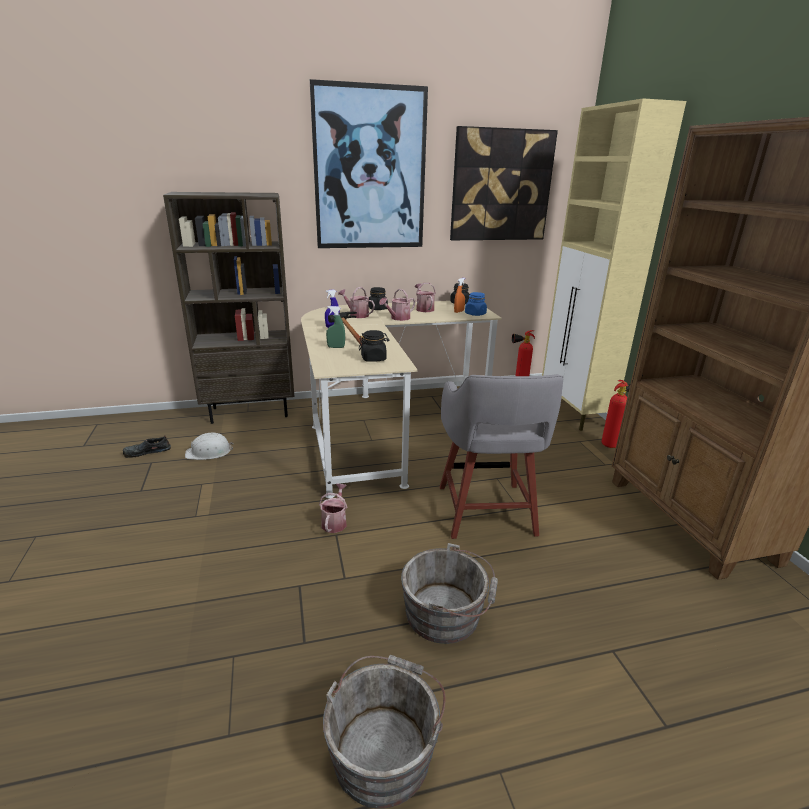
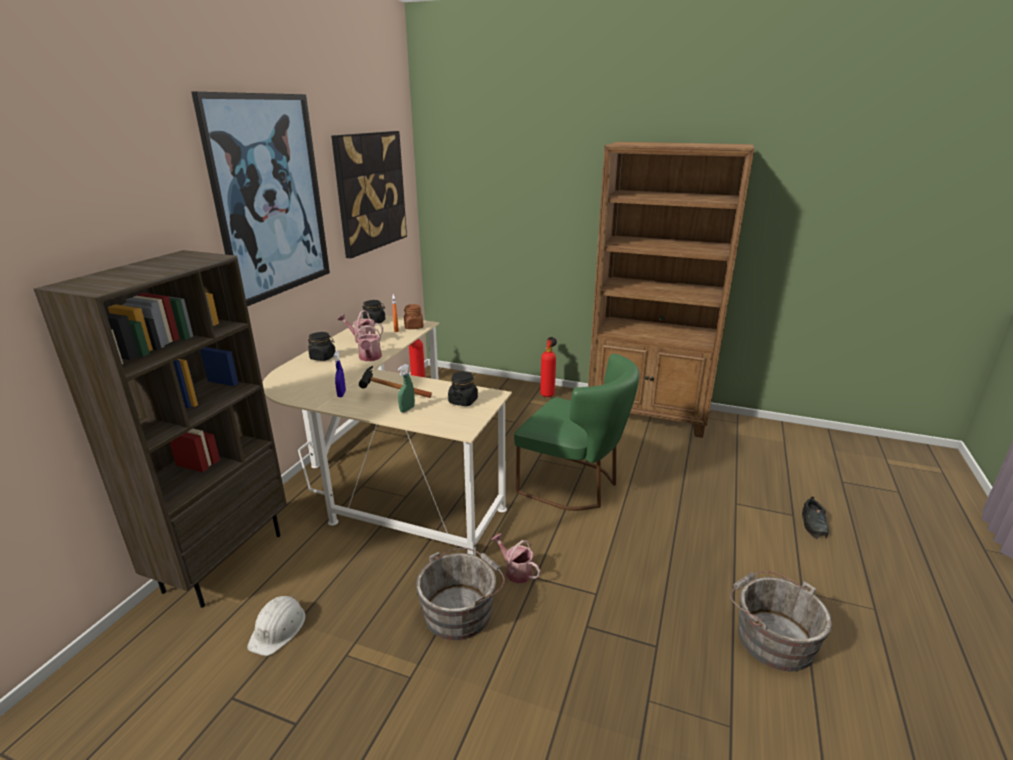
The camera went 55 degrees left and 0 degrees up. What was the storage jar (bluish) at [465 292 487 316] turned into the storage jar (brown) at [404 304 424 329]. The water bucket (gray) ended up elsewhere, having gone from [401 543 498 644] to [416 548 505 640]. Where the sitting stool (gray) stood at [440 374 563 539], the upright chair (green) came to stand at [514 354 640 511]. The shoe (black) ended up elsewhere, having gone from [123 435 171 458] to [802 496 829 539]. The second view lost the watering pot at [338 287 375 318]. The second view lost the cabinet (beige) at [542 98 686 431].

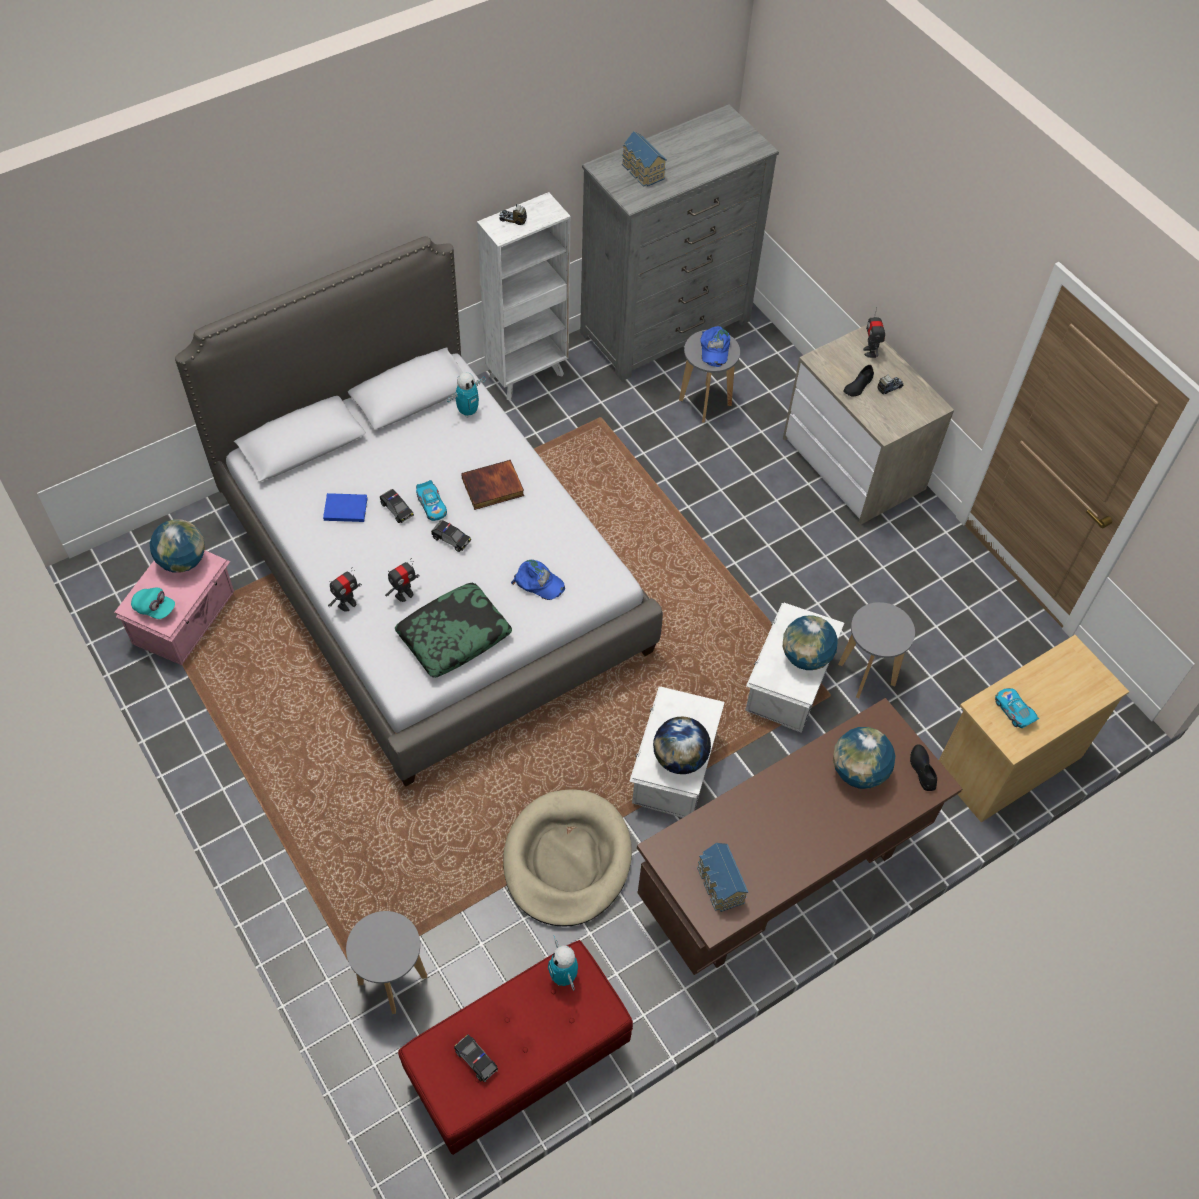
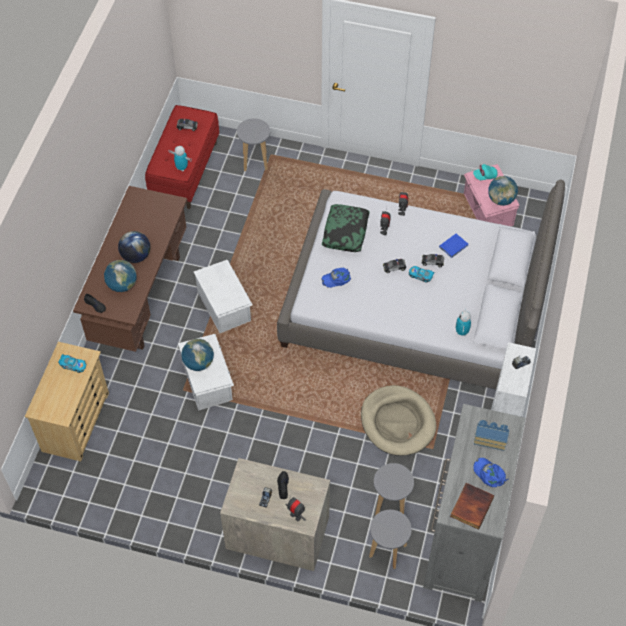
The camera went 140 degrees right and 0 degrees up. The desk globe ended up elsewhere, having gone from [653 717 711 774] to [118 231 150 263]. The dog cushion (beige) ended up elsewhere, having gone from [503 789 632 926] to [361 385 436 456]. The sitting stool (gray) ended up elsewhere, having gone from [838 602 915 699] to [369 510 412 569]. The bound book ended up elsewhere, having gone from [461 460 524 510] to [450 483 494 530]. The cap (bluish) ended up elsewhere, having gone from [700 326 730 367] to [473 458 508 487]. The second view lost the toy house at [697 843 748 912].

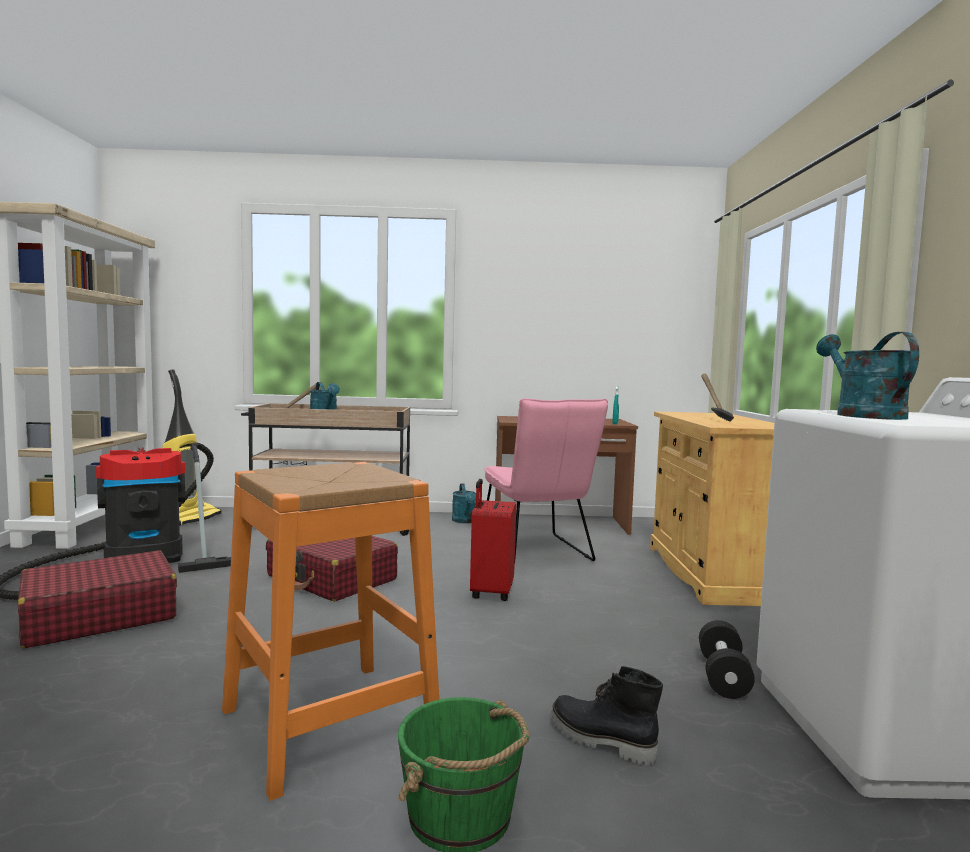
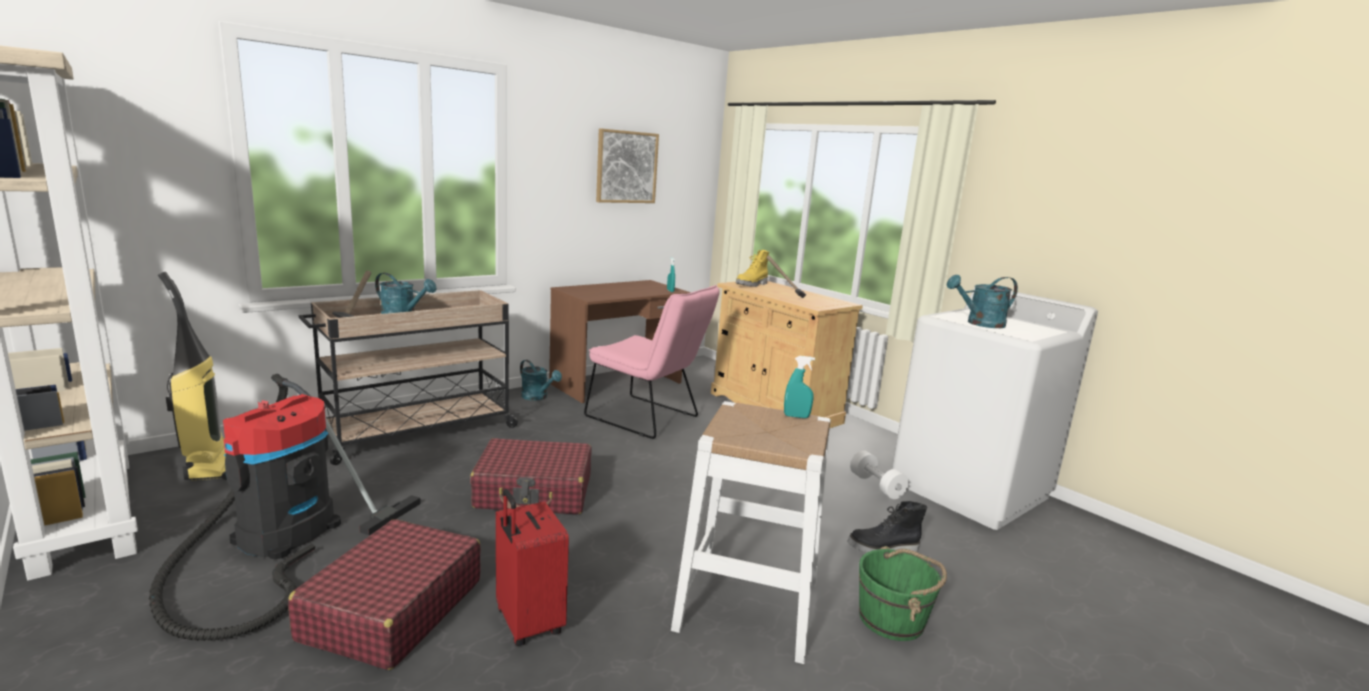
The camera went 40 degrees left and 10 degrees up. The piece of luggage (reddish) ended up elsewhere, having gone from [470 479 516 601] to [496 489 569 646]. The second view gained the wall picture at [596 128 659 203]. What was the sitting stool (orange) at [222 462 439 801] turned into the sitting stool (white-coloured) at [671 401 831 664]. The second view gained the boot (yellowish) at [736 250 769 287]. The second view gained the hand sprayer (blue-green) at [784 356 815 418]. What was the dumbbell (black) at [699 620 755 699] turned into the dumbbell (white-coloured) at [850 450 909 499]. The watering pot (blue-green) at [816 332 919 420] ended up facing another way, 60 degrees counterclockwise from before.

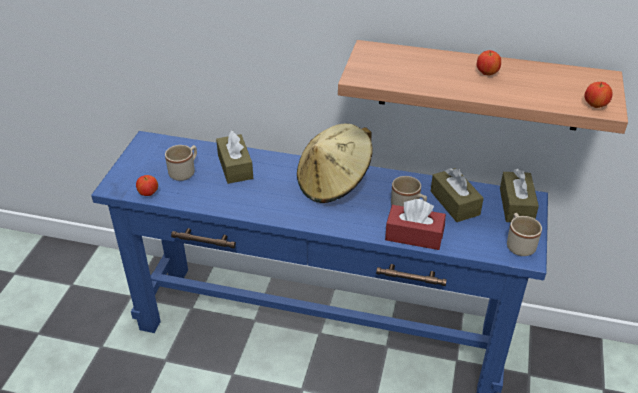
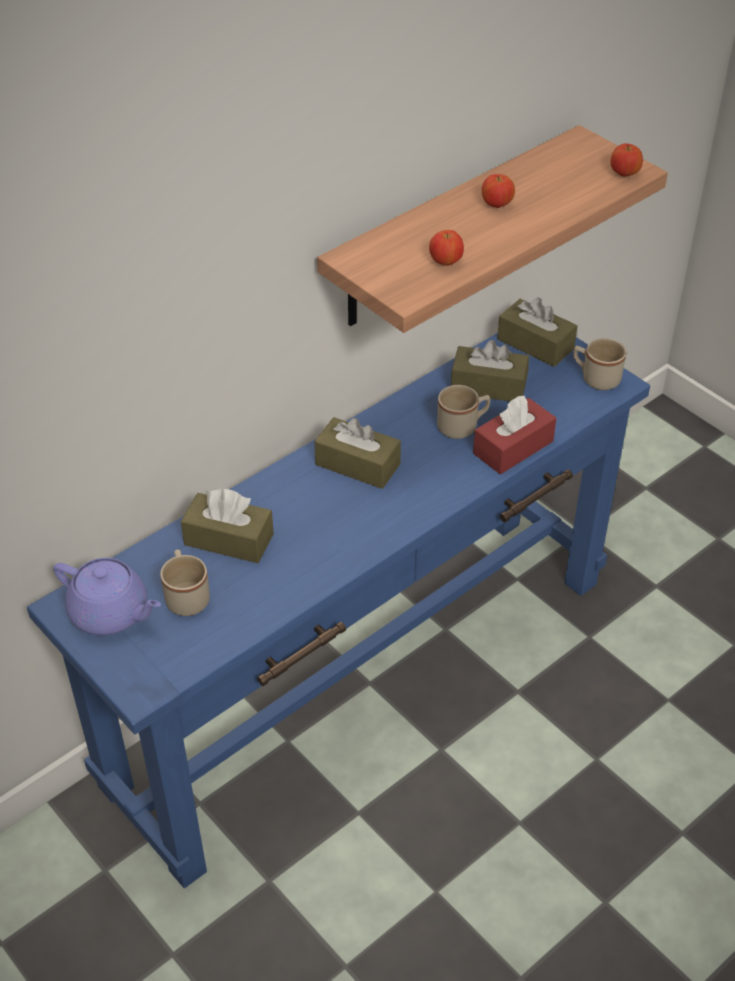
The camera went 55 degrees left and 5 degrees up. The second view gained the tea pot (purple) at [53 558 161 635]. Where the hat (beige) stood at [297 124 373 203], the tissue box (brown) came to stand at [315 417 401 489]. The whole apple ended up elsewhere, having gone from [136 175 158 196] to [429 230 464 266].

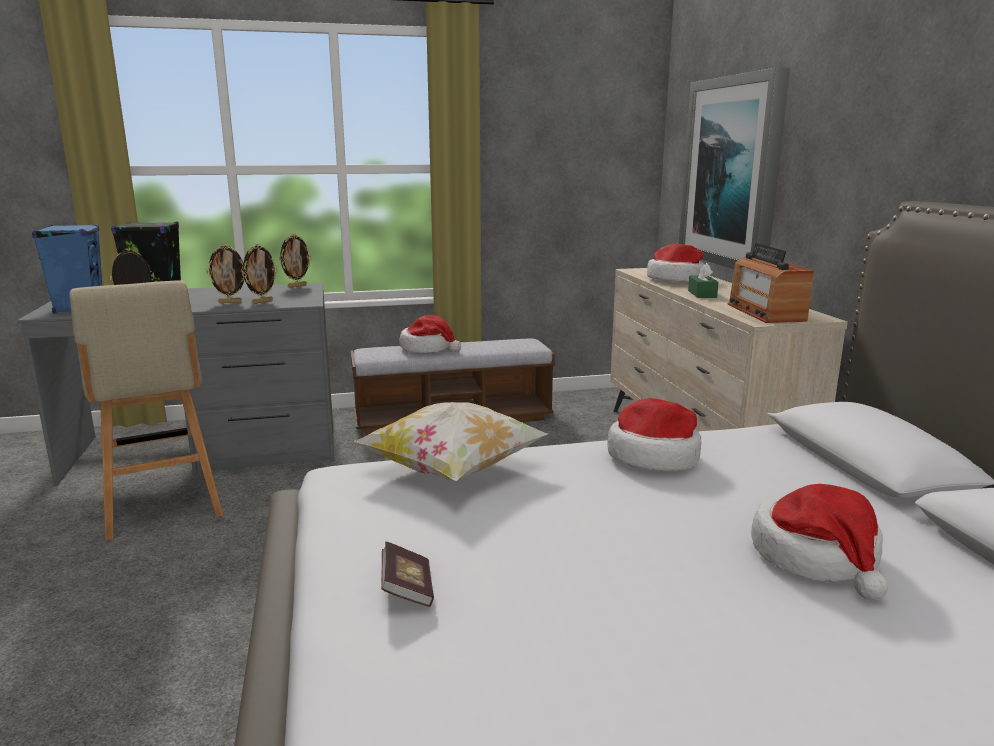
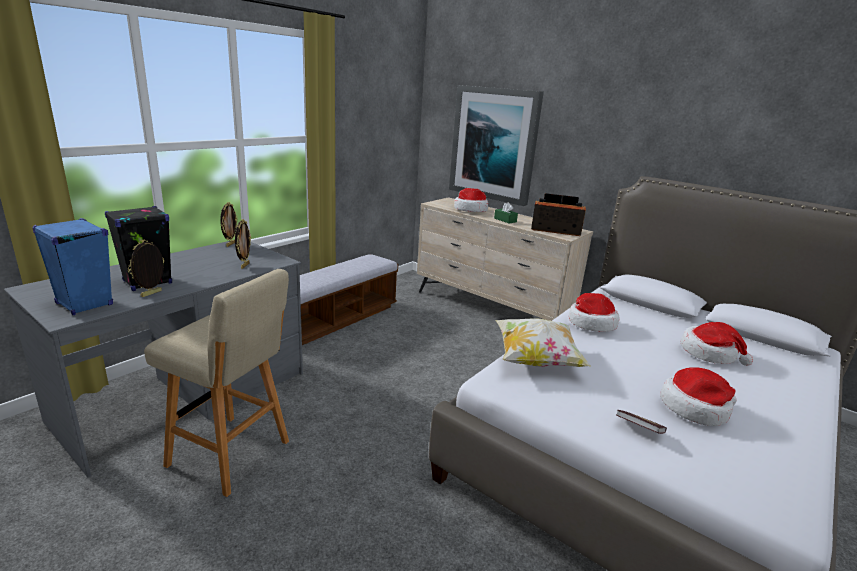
The camera went 40 degrees left and 5 degrees up. The radio set at [728 243 814 323] ended up facing another way, 150 degrees clockwise from before. The hat ended up elsewhere, having gone from [399 315 461 353] to [660 367 737 426]. The second view lost the standing frame at [206 244 245 303].

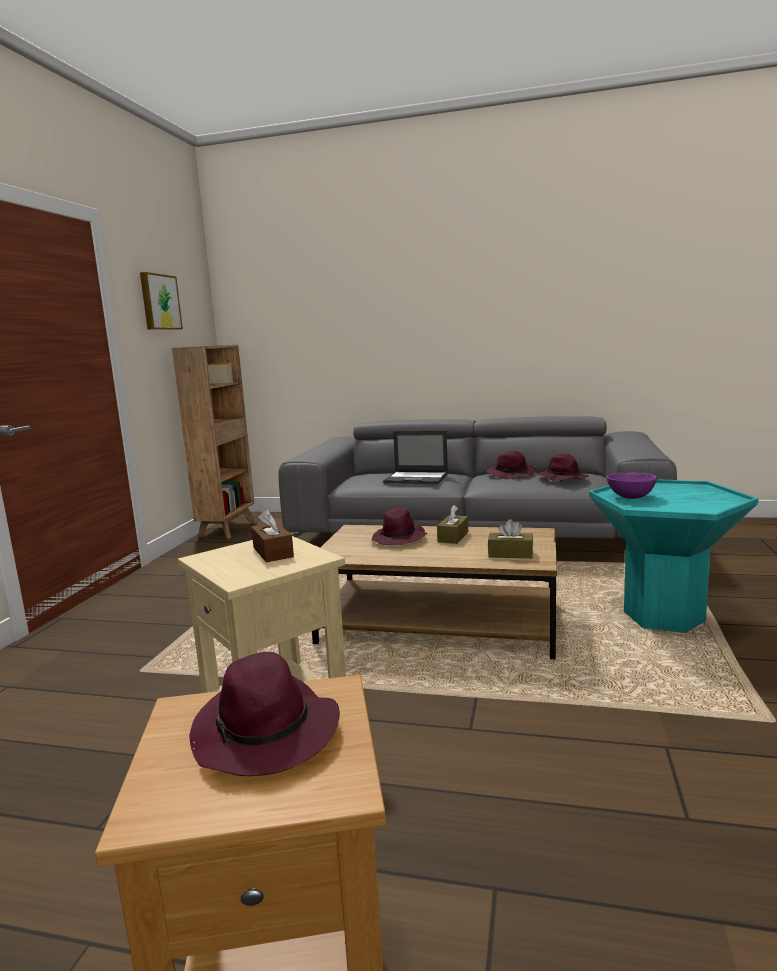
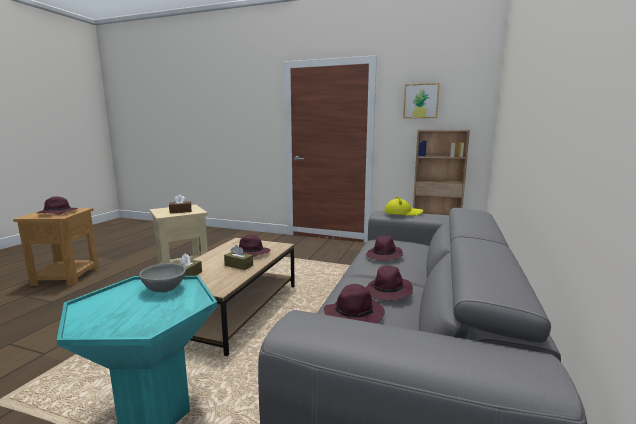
The camera went 95 degrees right and 0 degrees up. What was the deep dish (purple) at [607 472 657 499] turned into the deep dish (gray) at [139 263 186 292]. Where the portable computer stood at [383 431 448 484], the hat (purple) came to stand at [365 235 403 261]. The second view gained the hat (yellowish) at [384 195 423 216].

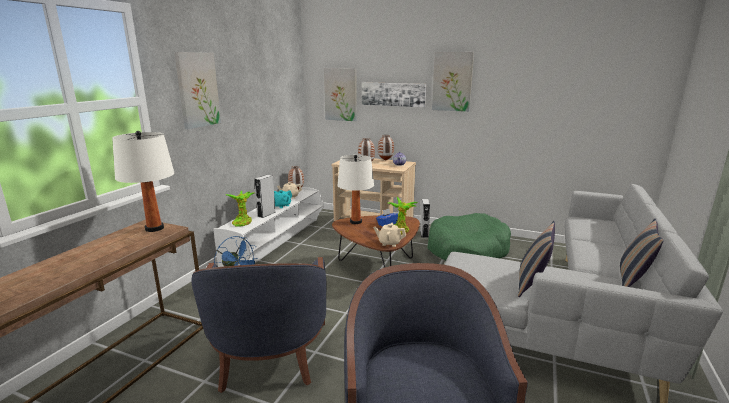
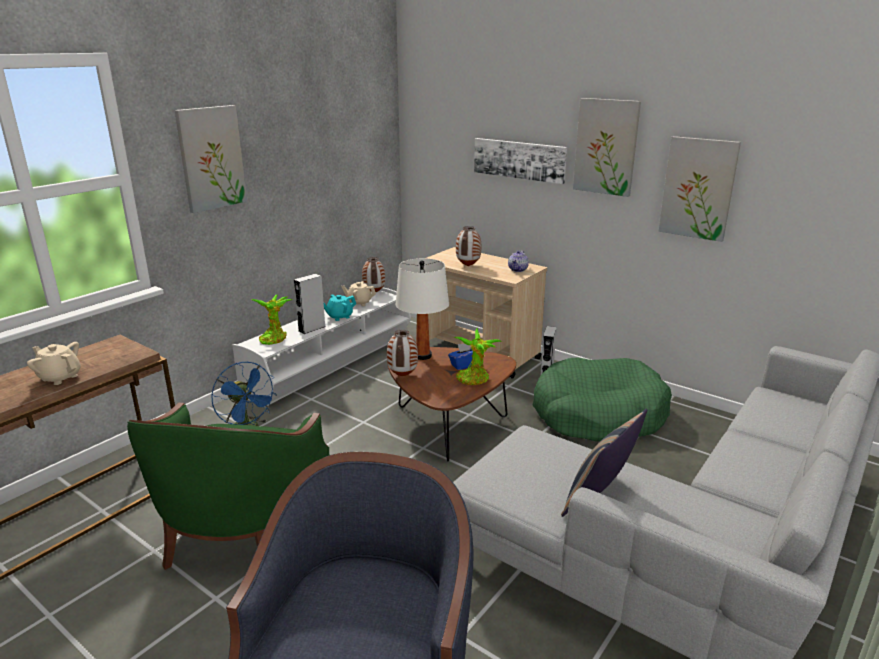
The camera went 15 degrees right and 5 degrees up. The tea pot (beige) ended up elsewhere, having gone from [374 223 406 247] to [27 342 81 385]. What was the armchair (bluish) at [191 257 326 393] turned into the armchair (green) at [127 403 329 570]. The flower vase ended up elsewhere, having gone from [378 135 394 160] to [387 330 418 376]. The wall picture ended up elsewhere, having gone from [324 68 357 121] to [658 136 741 242]. The second view lost the tabletop lamp (white-coloured) at [112 131 174 232]. The second view lost the pillow at [620 219 663 287].

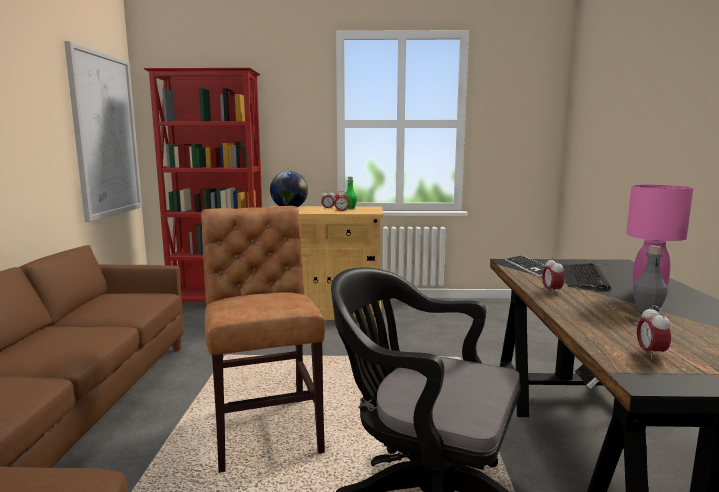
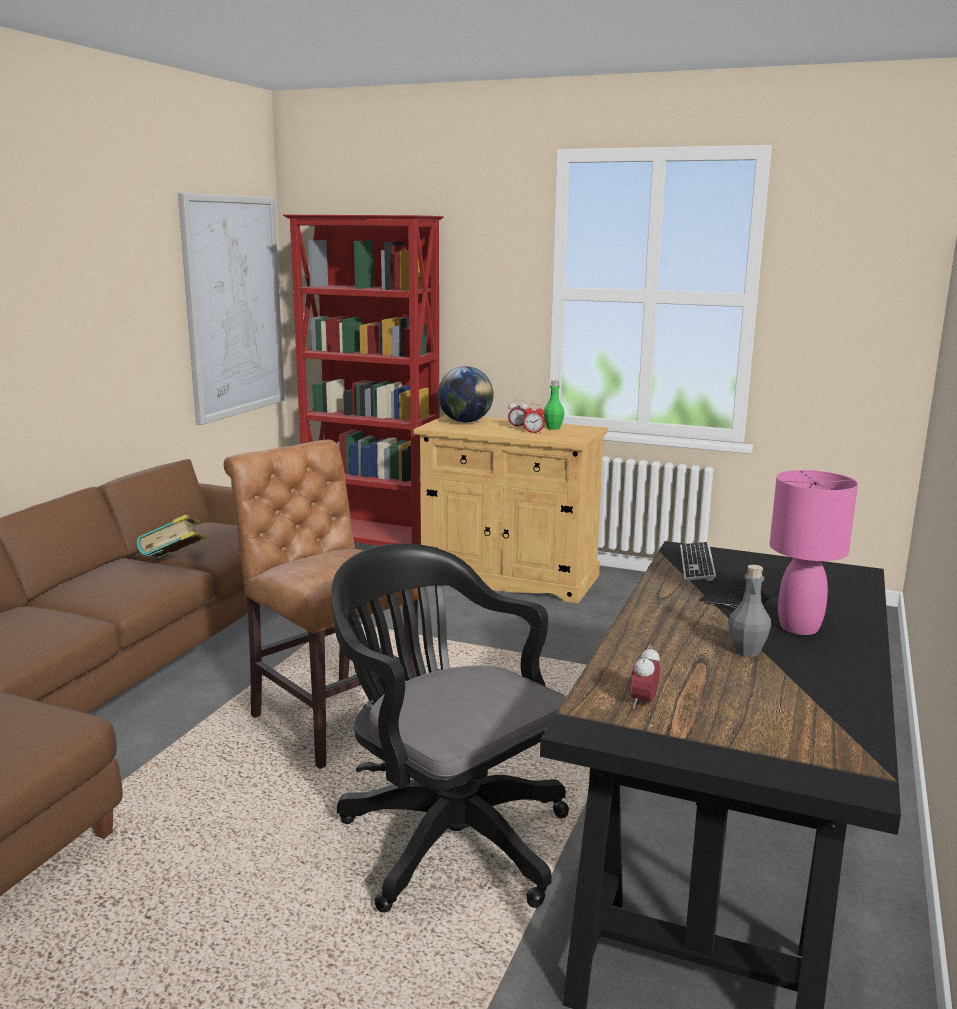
The camera went 20 degrees right and 5 degrees up. The second view gained the bound book at [137 514 207 559]. The upright chair (brown) at [201 206 326 473] ended up facing another way, 45 degrees counterclockwise from before. The second view lost the table clock at [542 257 564 294].

